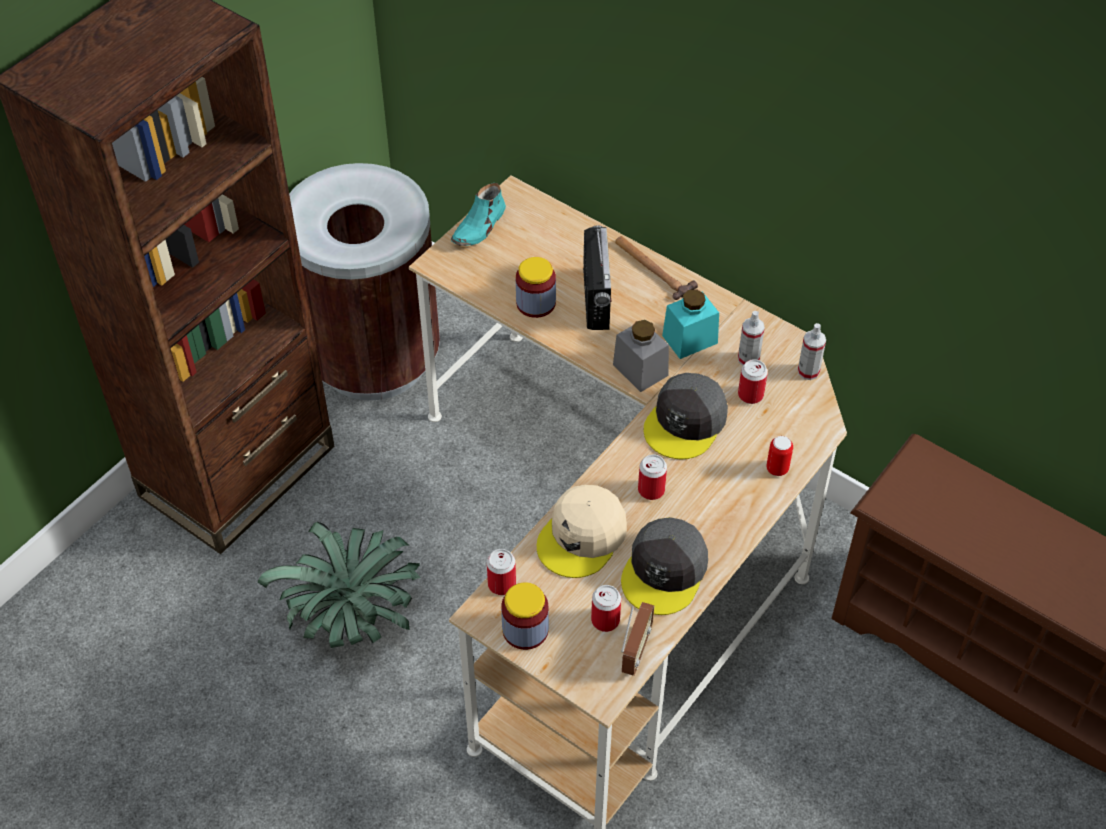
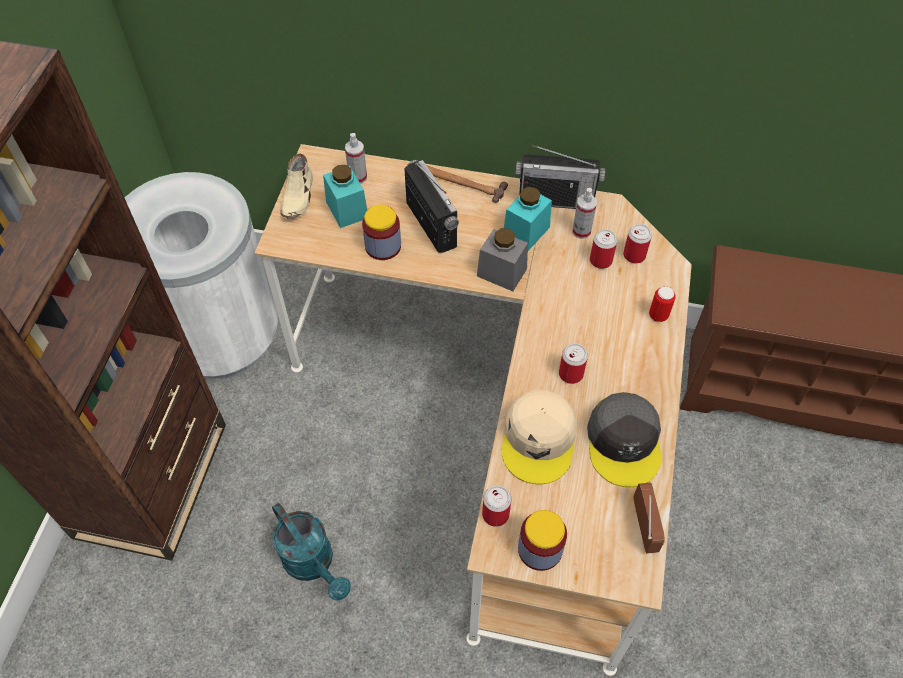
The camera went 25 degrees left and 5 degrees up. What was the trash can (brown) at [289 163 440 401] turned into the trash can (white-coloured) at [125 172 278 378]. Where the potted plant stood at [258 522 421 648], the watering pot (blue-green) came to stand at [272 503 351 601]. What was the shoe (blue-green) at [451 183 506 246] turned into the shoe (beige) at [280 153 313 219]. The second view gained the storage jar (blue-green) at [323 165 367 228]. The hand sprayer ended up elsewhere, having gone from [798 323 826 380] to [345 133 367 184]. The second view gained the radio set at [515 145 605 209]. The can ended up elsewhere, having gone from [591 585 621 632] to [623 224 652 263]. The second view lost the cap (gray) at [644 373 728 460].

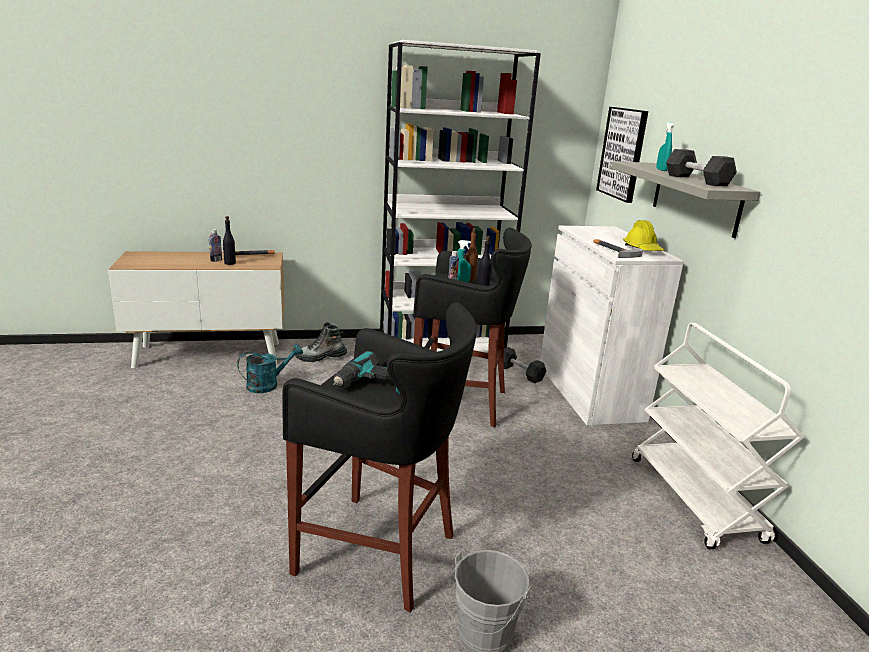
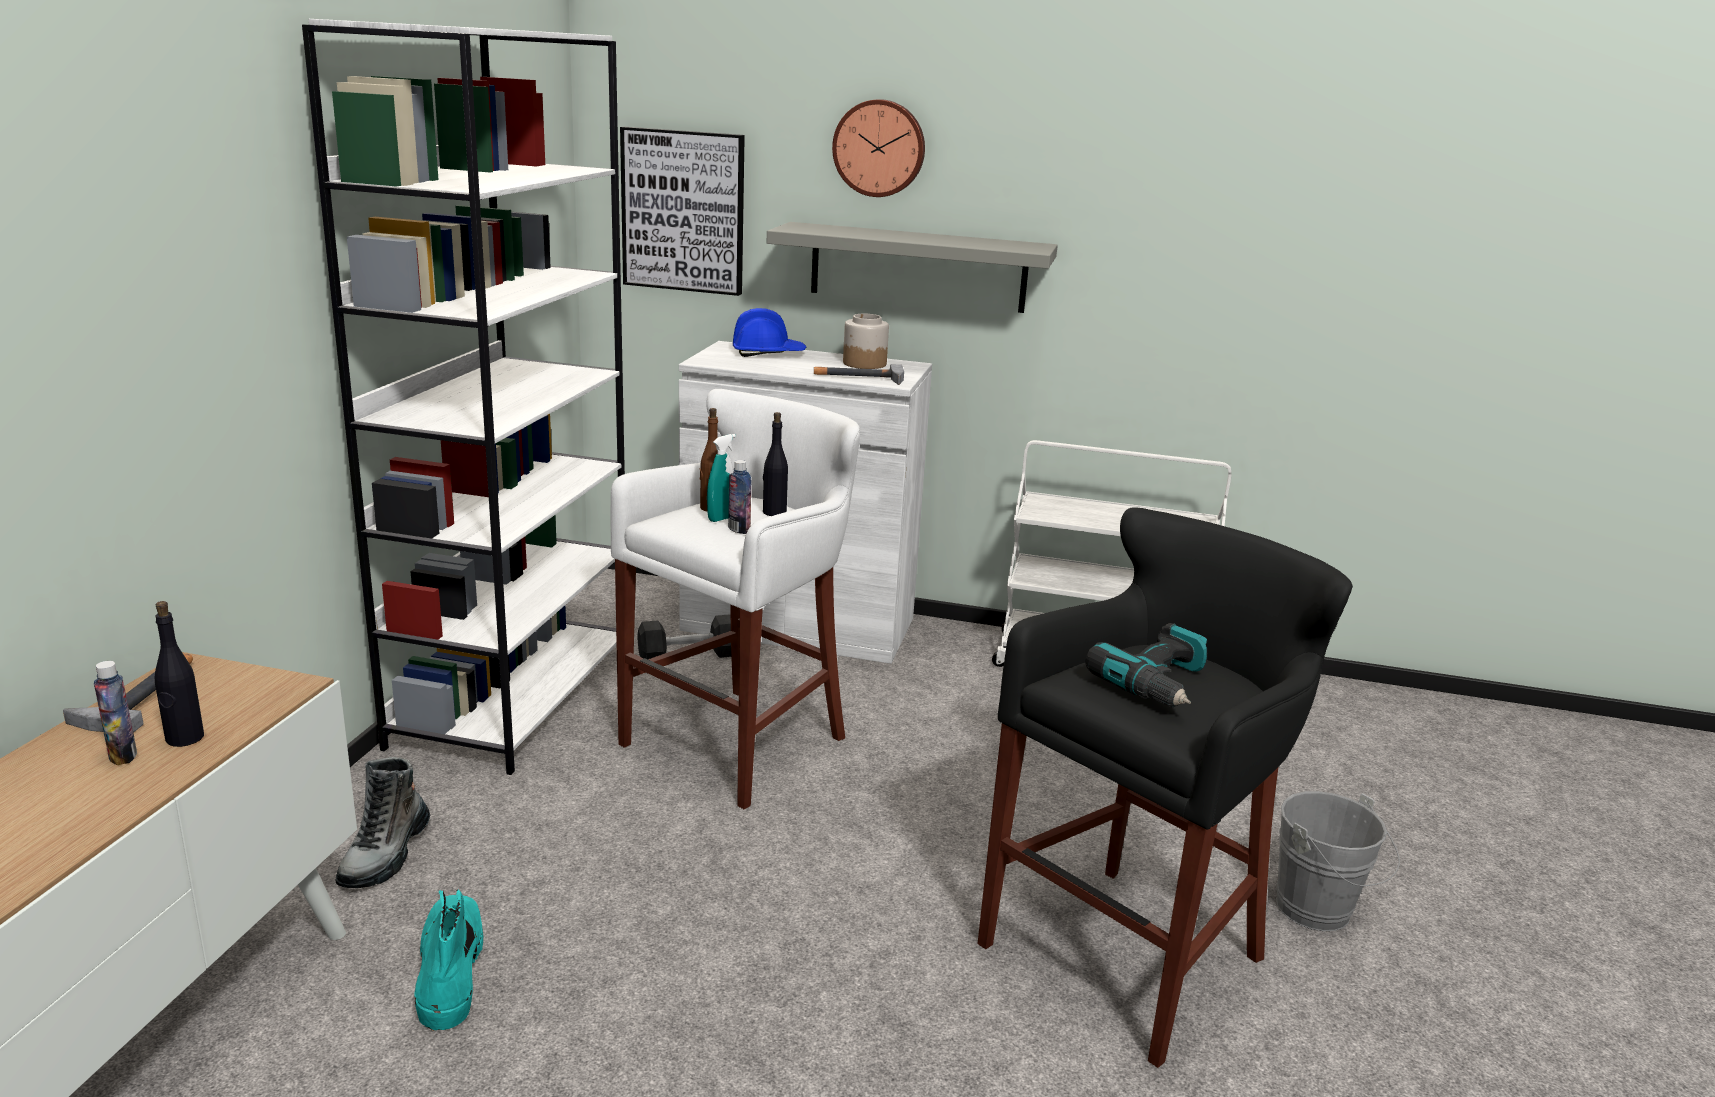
The camera went 65 degrees left and 0 degrees up. Where the watering pot (blue-green) stood at [237 344 303 393], the boot (blue-green) came to stand at [414 890 484 1031]. What was the sitting stool (black) at [413 228 532 427] turned into the sitting stool (white-coloured) at [611 389 860 810]. The second view gained the work helmet (bluish) at [733 308 806 357]. The second view gained the hanging clock at [832 99 925 197]. Where the work helmet (yellowish) stood at [623 220 664 251], the storage jar came to stand at [843 314 889 369]. The second view lost the hand sprayer (blue-green) at [656 122 675 171]. The second view lost the dumbbell (black) at [666 149 737 186].

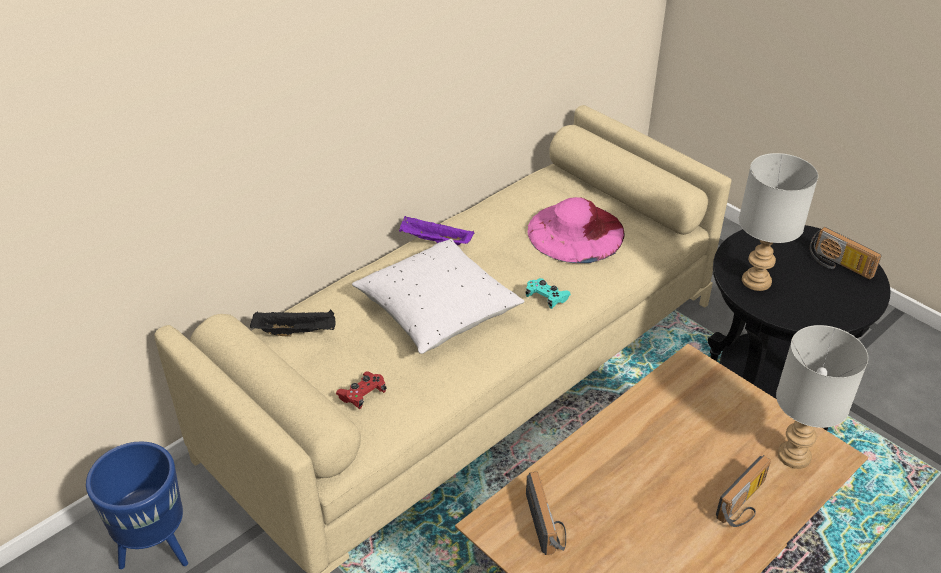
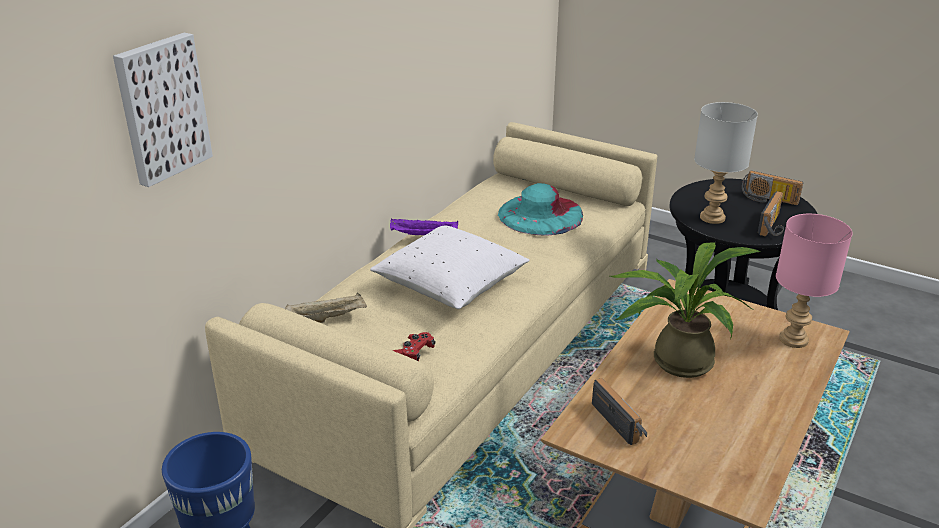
The camera went 15 degrees left and 10 degrees down. The second view gained the wall picture at [113 33 213 187]. What was the serving tray (black) at [250 310 336 337] turned into the serving tray (beige) at [285 293 367 323]. What was the hat (pink) at [527 197 624 263] turned into the hat (blue-green) at [498 183 583 235]. The second view gained the potted plant at [610 242 761 378]. The radio set ended up elsewhere, having gone from [716 455 771 527] to [758 191 784 236]. What was the tabletop lamp (gray) at [776 325 868 469] turned into the tabletop lamp (pink) at [776 214 853 348]. The second view lost the joypad (blue-green) at [525 278 571 309].

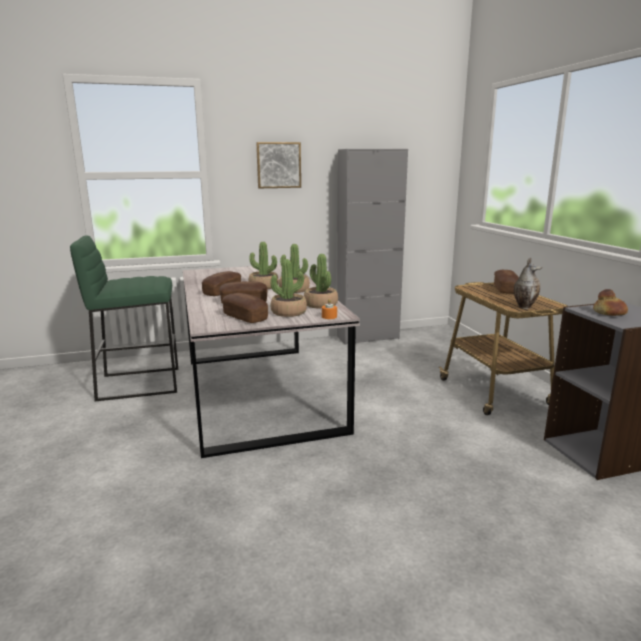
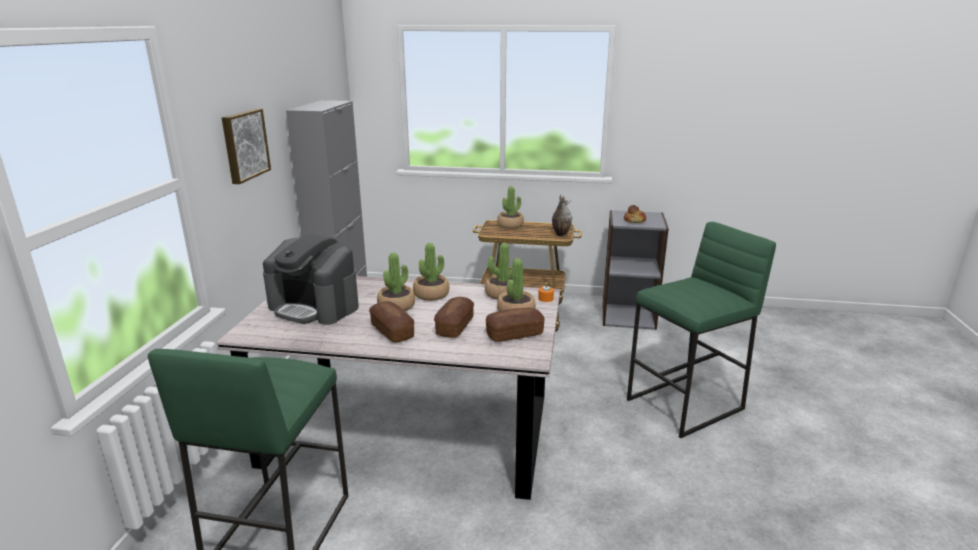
The camera went 65 degrees left and 5 degrees up. The second view gained the coffee machine at [263 234 359 325]. Where the bakery bread stood at [494 270 519 293], the potted plant came to stand at [497 186 524 229]. The second view gained the sitting stool (green) at [627 222 776 438].

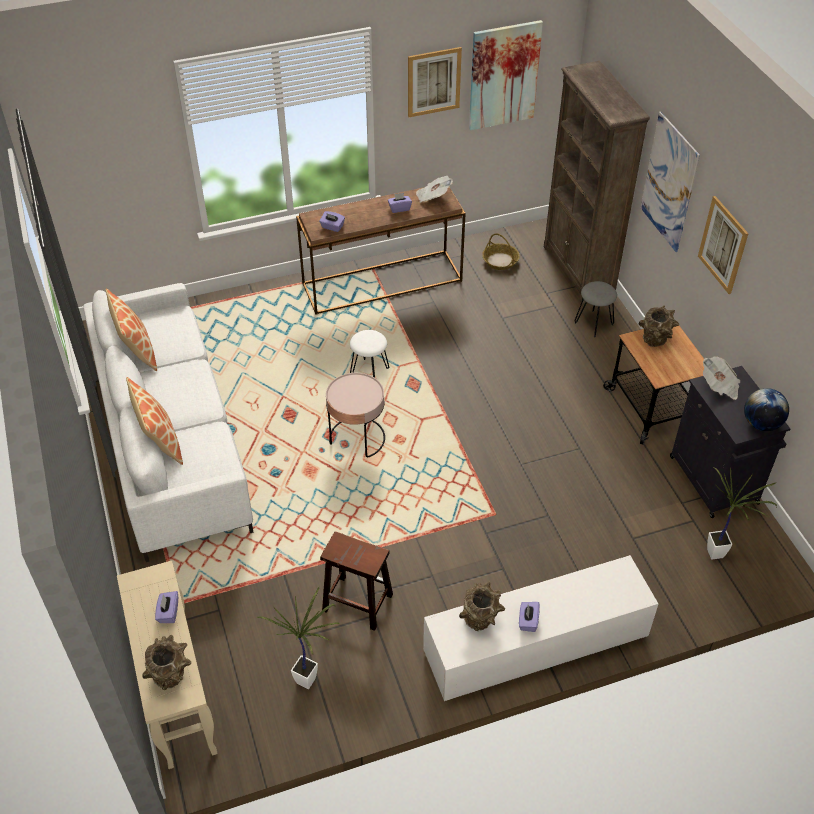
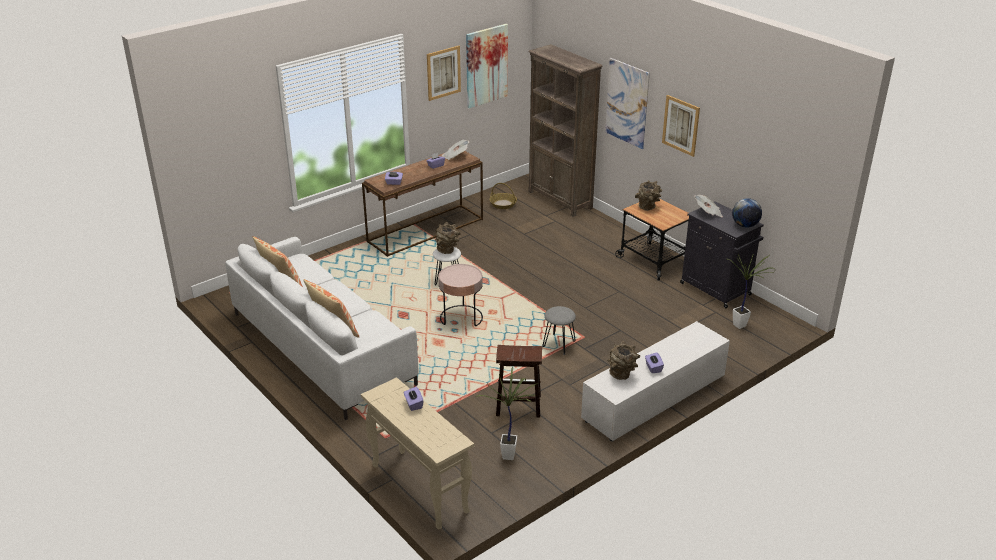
The camera went 20 degrees left and 15 degrees down. The flower vase (brown) ended up elsewhere, having gone from [142 635 191 690] to [434 222 461 254]. The sitting stool (gray) ended up elsewhere, having gone from [574 281 617 337] to [543 306 576 355].

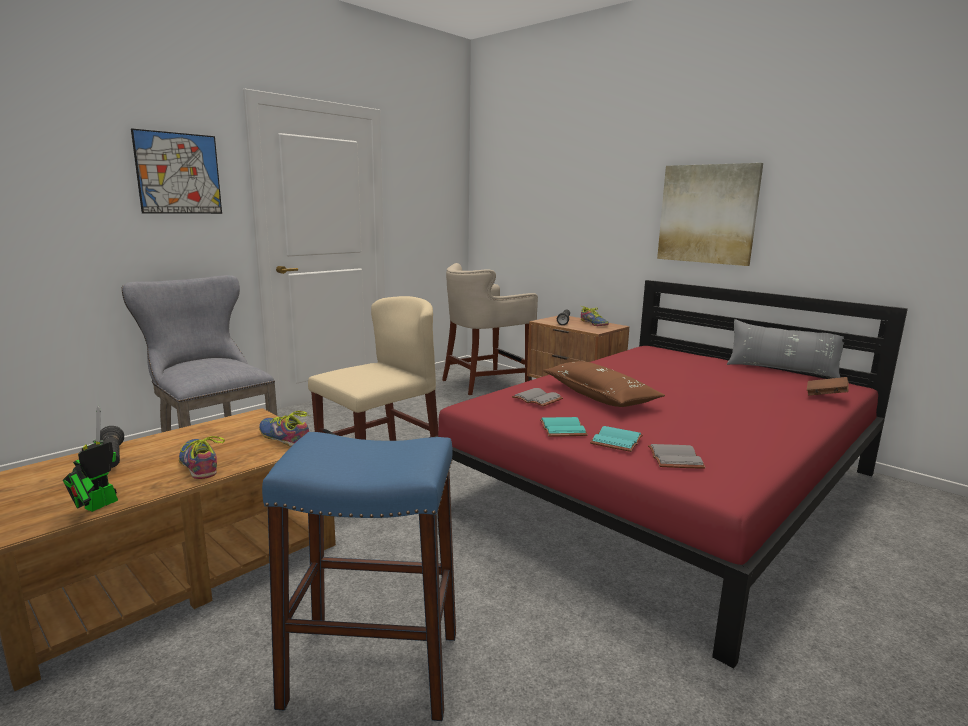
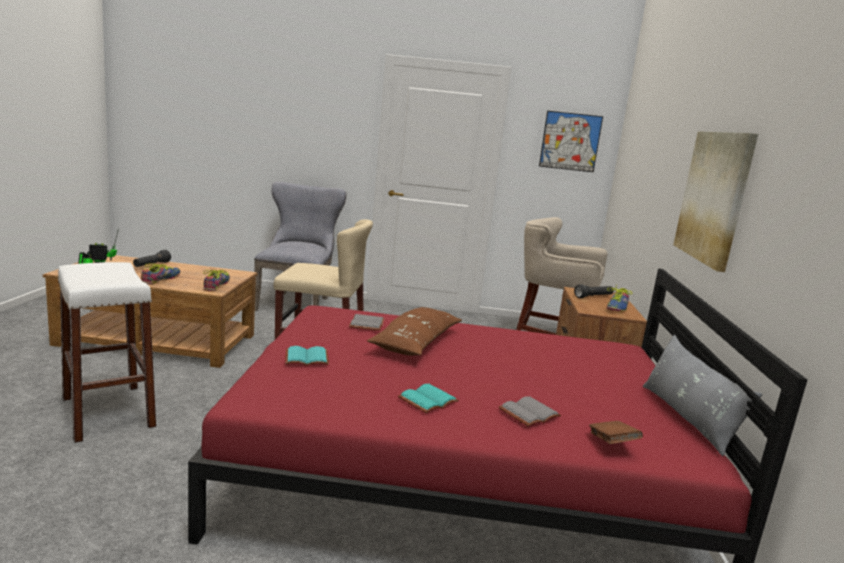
The camera went 50 degrees right and 0 degrees up. What was the sitting stool (bluish) at [262 432 456 721] turned into the sitting stool (white-coloured) at [58 262 157 443]. The bound book (blue-green) ended up elsewhere, having gone from [540 417 588 437] to [398 384 459 413]. The bound book (gray) ended up elsewhere, having gone from [648 444 706 469] to [499 396 561 426]. The wall picture ended up elsewhere, having gone from [131 128 222 214] to [539 111 603 172].

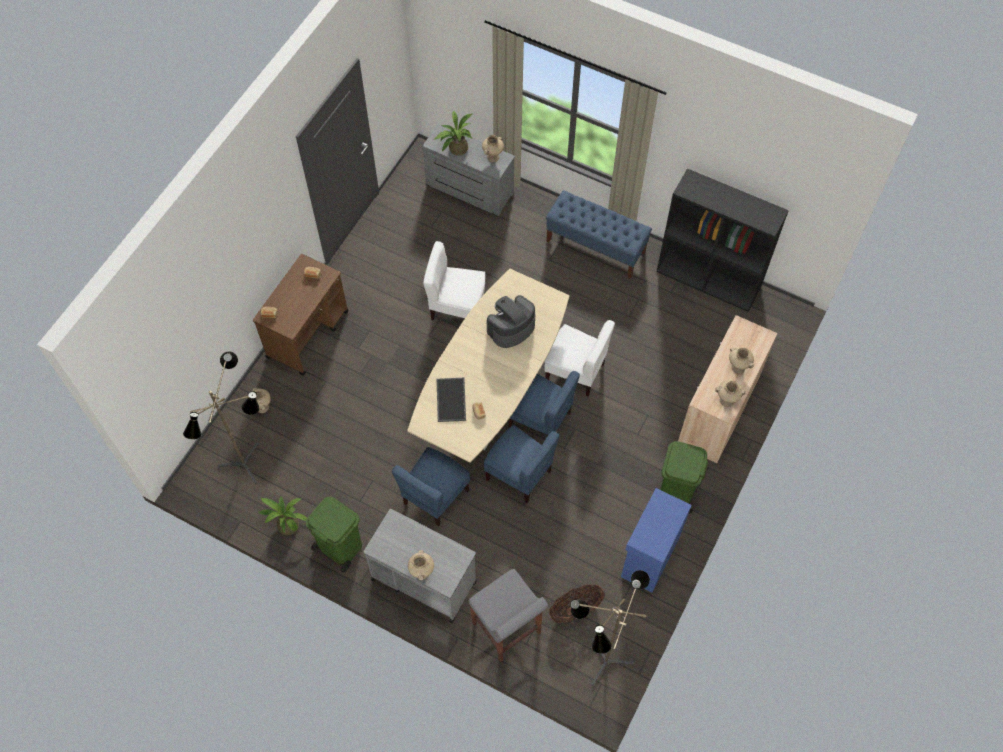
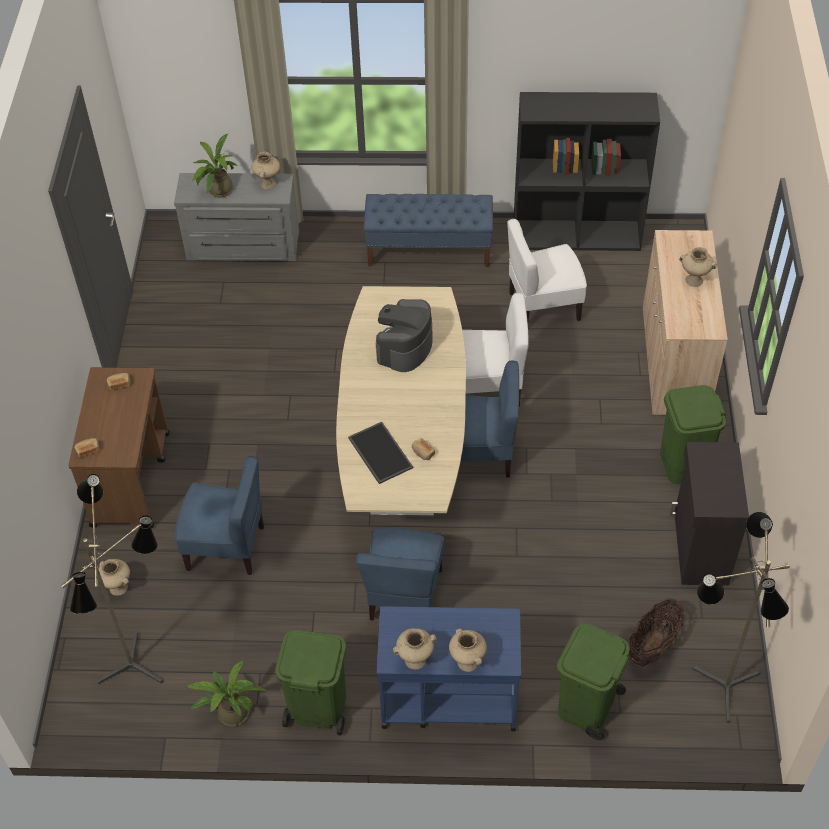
The camera went 25 degrees left and 10 degrees down. The upright chair (bluish) ended up elsewhere, having gone from [484 425 559 503] to [175 456 264 575]. What was the trolley (gray) at [363 509 477 623] turned into the trolley (bluish) at [377 606 521 731]. The flower vase (beige) ended up elsewhere, having gone from [715 380 746 407] to [393 628 437 670]. The upright chair (white-coloured) ended up elsewhere, having gone from [423 241 485 320] to [507 219 587 322]. Where the sitting stool (gray) stood at [468 569 548 662], the trash can (green) came to stand at [557 623 630 740]. What was the cabinet (bluish) at [621 488 692 593] turned into the cabinet (black) at [670 442 749 586].

